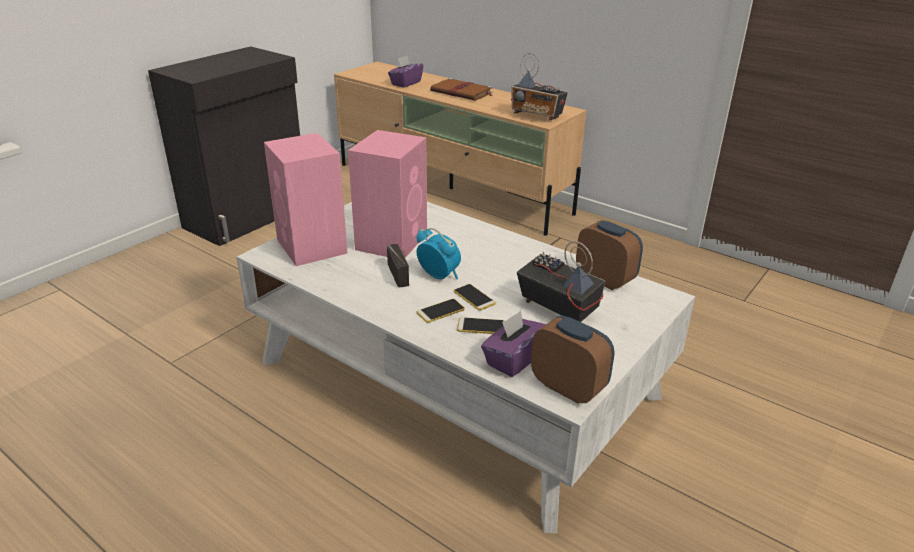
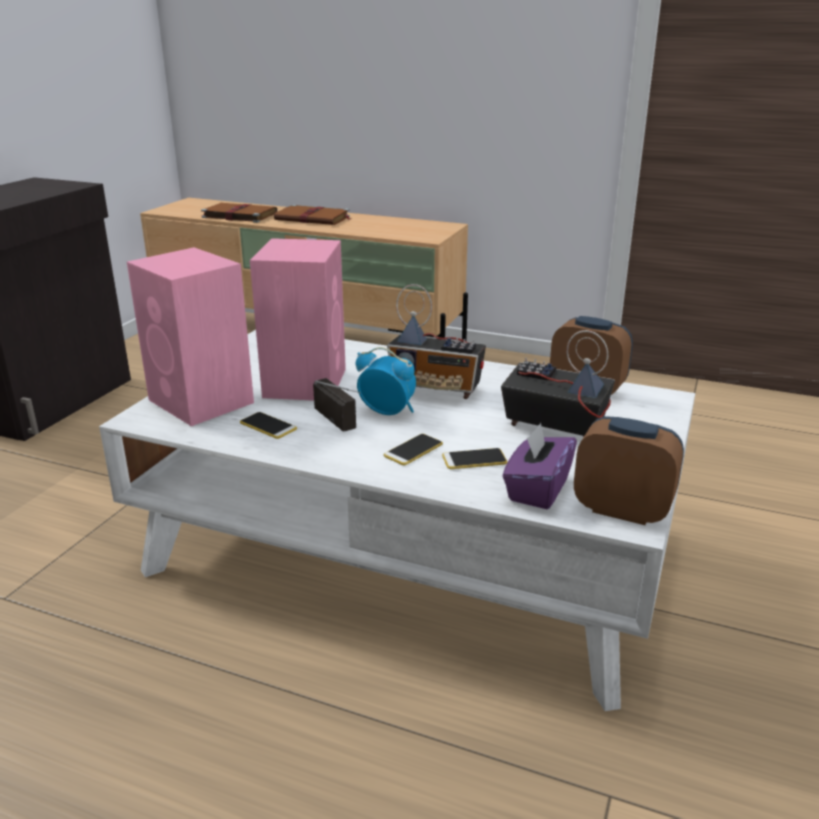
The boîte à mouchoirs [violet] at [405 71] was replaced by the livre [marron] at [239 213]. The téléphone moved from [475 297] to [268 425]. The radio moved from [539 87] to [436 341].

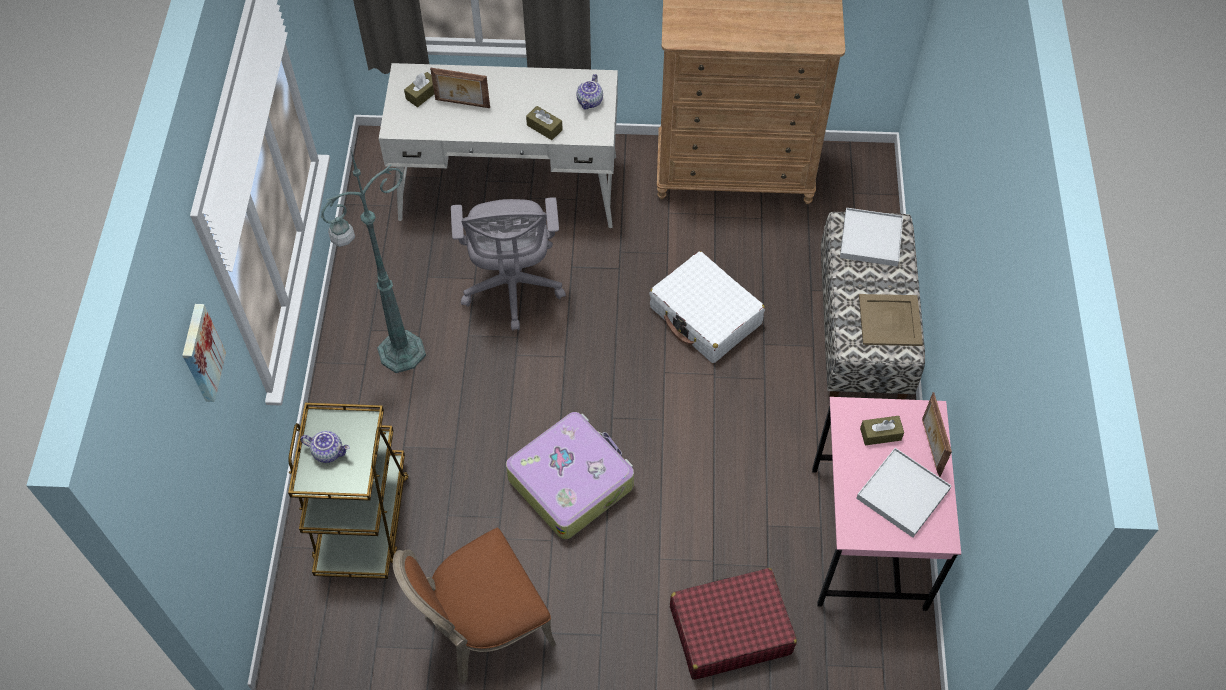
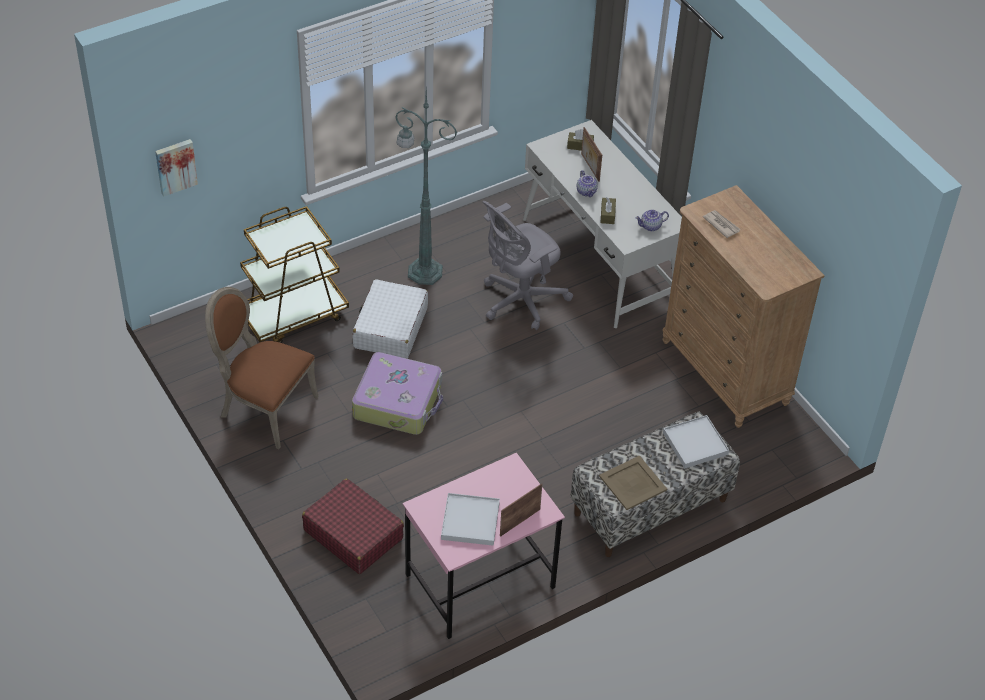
The tableau moved from [204 353] to [176 167]. The valise [blanc] moved from [707 307] to [390 318]. The théière moved from [325 447] to [587 183]. The journal at [722 224] appeared. The boîte à mouchoirs [marron] at [882 430] disappeared.

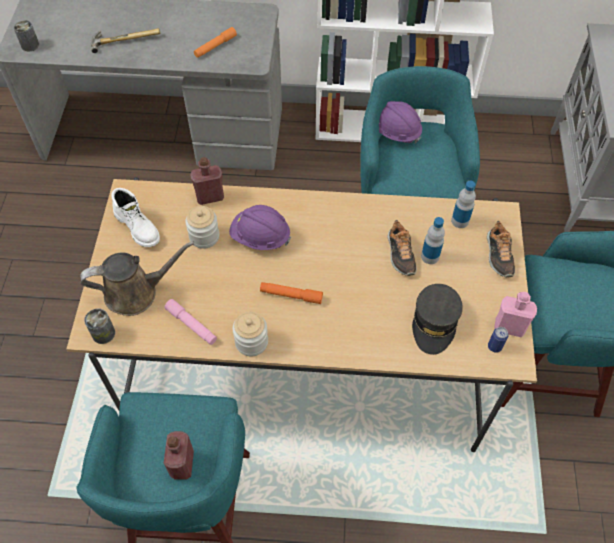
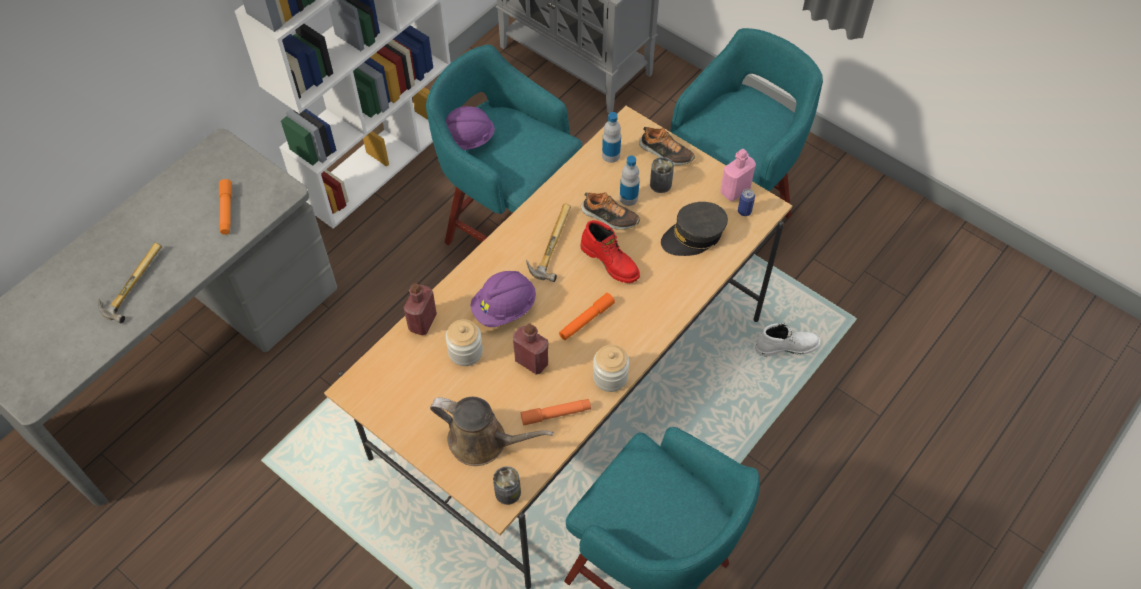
The arrosoir [marron] at [137 278] turned 90 degrees clockwise. The bouteille [rouge] moved from [179 455] to [530 349]. The lampe de poche [rose] at [190 322] became the lampe de poche [orange] at [556 412]. The marteau at [548 243] appeared. The botte [rouge] at [610 251] appeared. The boîte métallique moved from [26 35] to [662 175]. The casquette [gris] at [437 319] turned 105 degrees clockwise. The botte [blanc] moved from [135 217] to [787 339].

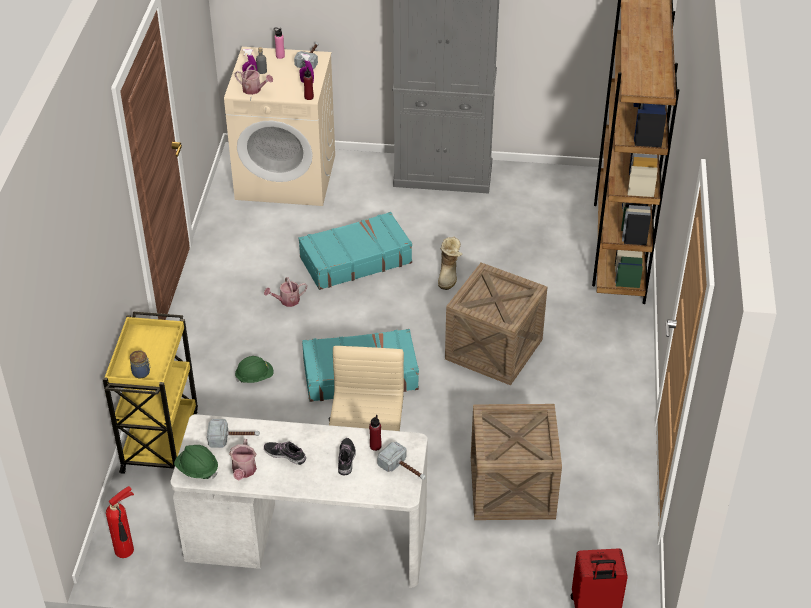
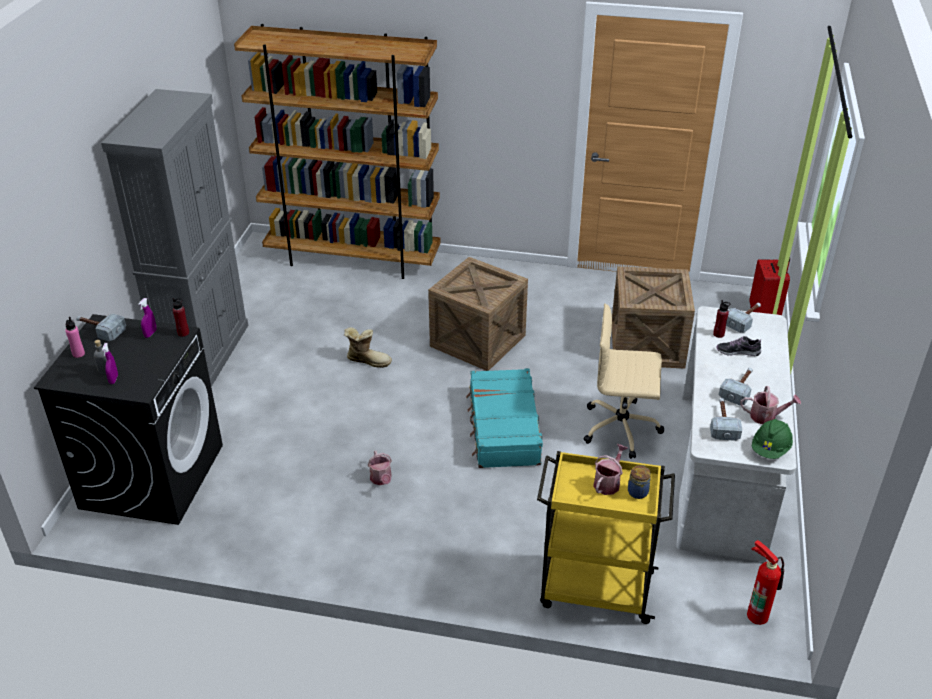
The lave-linge [beige] at [279 126] became the lave-linge [noir] at [128 419]. The arrosoir moved from [254 80] to [610 469]. The chaussure at [285 453] was replaced by the marteau at [736 386]. The casque de chantier [vert] at [254 369] disappeared. The valise [turquoise] at [355 251] disappeared.

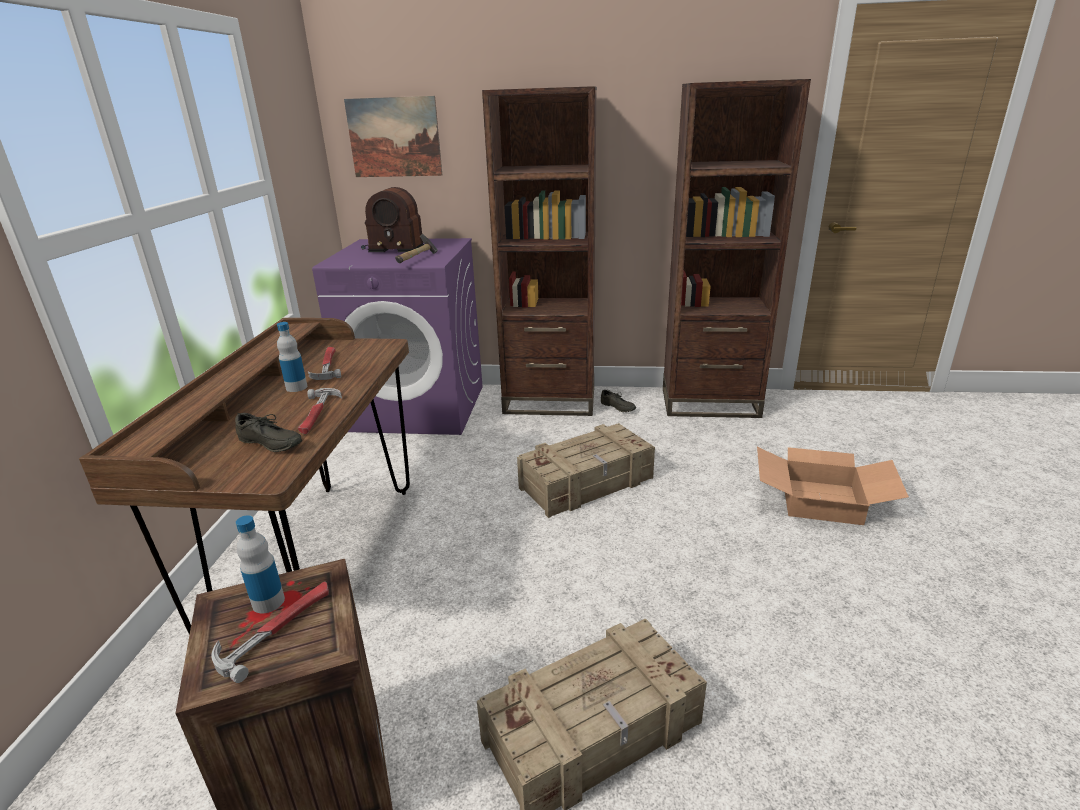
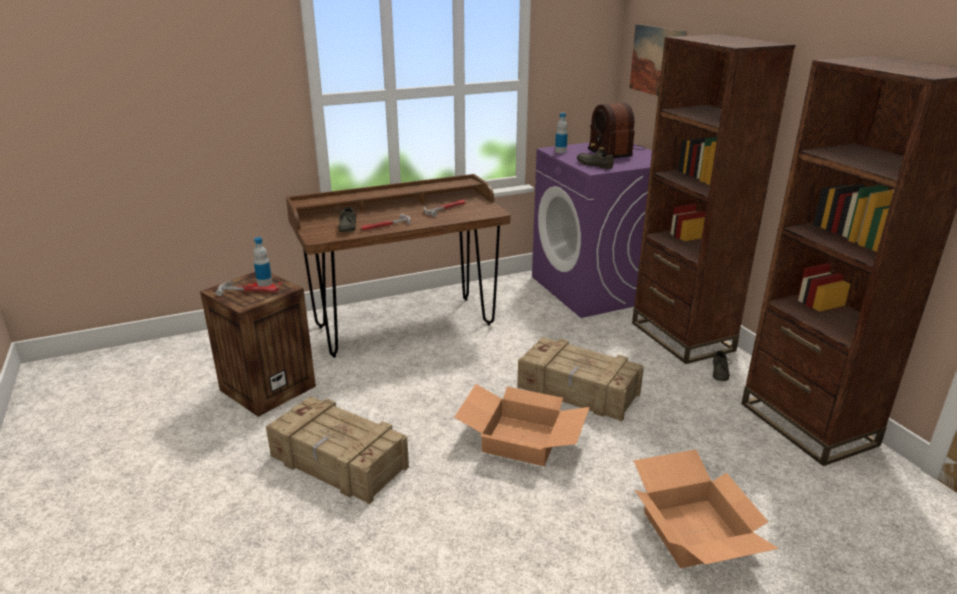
The carton at [522 425] appeared. The bouteille moved from [292 357] to [561 133]. The marteau at [416 248] was replaced by the chaussure [gris] at [595 157].

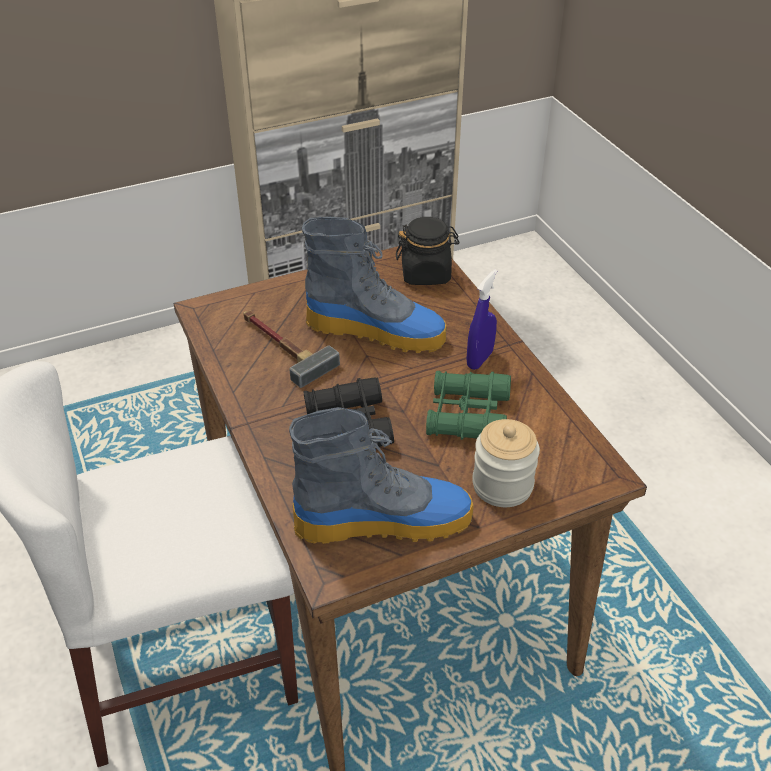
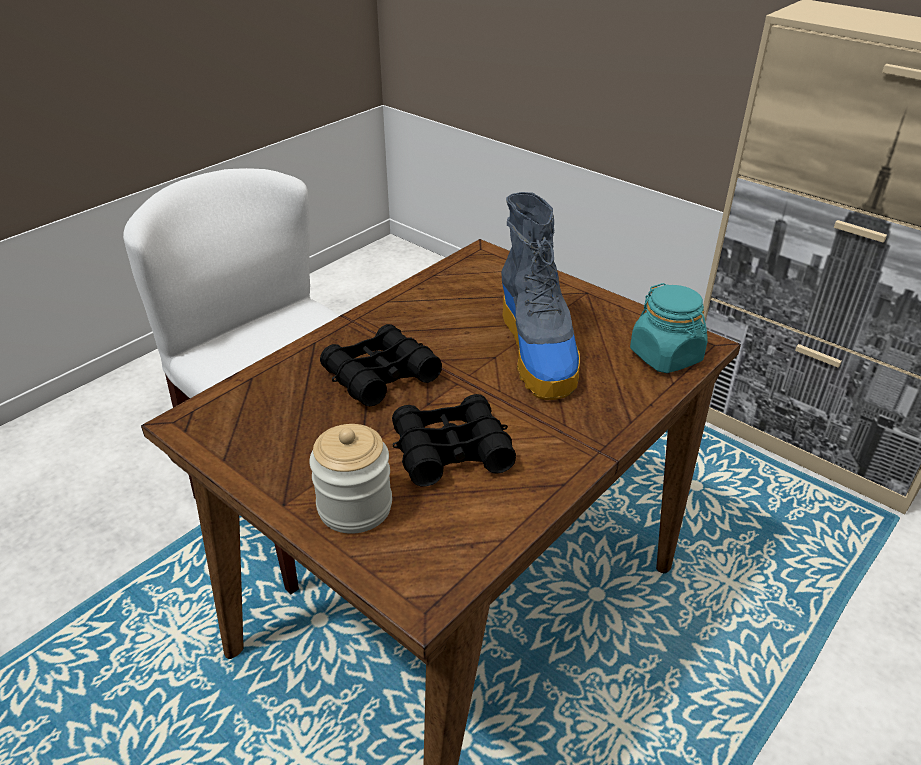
The jumelles [vert] at [468 405] became the jumelles [noir] at [454 440]. The bocal [noir] at [428 251] became the bocal [turquoise] at [669 328]. The marteau at [291 349] disappeared. The botte at [381 475] disappeared. The vaporisateur [bleu] at [481 319] disappeared.

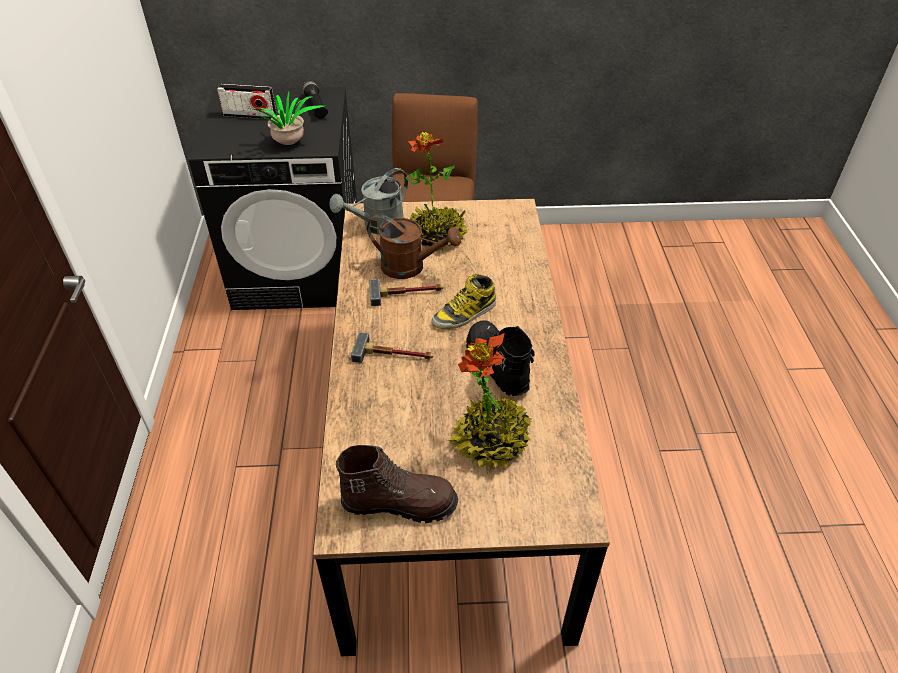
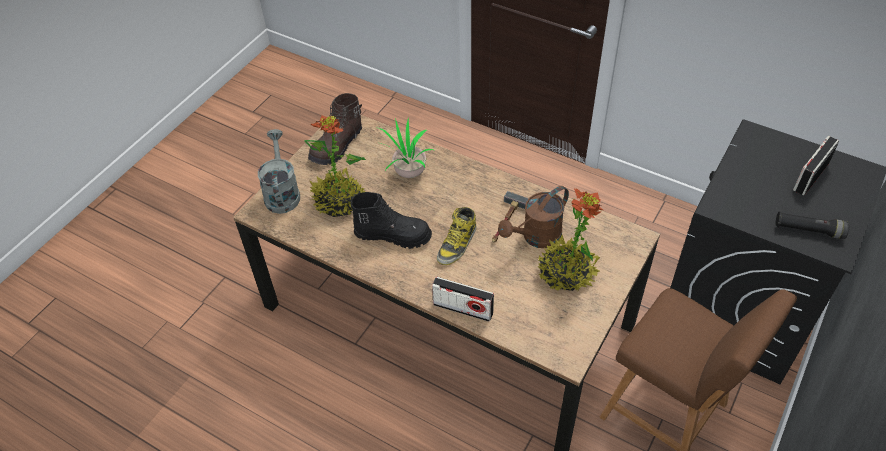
The arrosoir [gris] moved from [368 201] to [279 171]. The plante en pot moved from [286 118] to [406 147]. The radio at [463 299] appeared. The botte at [463 301] turned 150 degrees counterclockwise. The marteau at [392 347] disappeared.

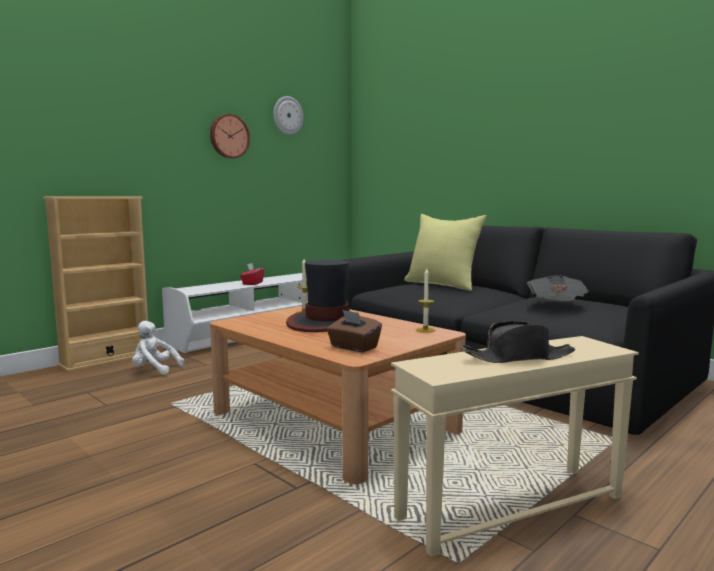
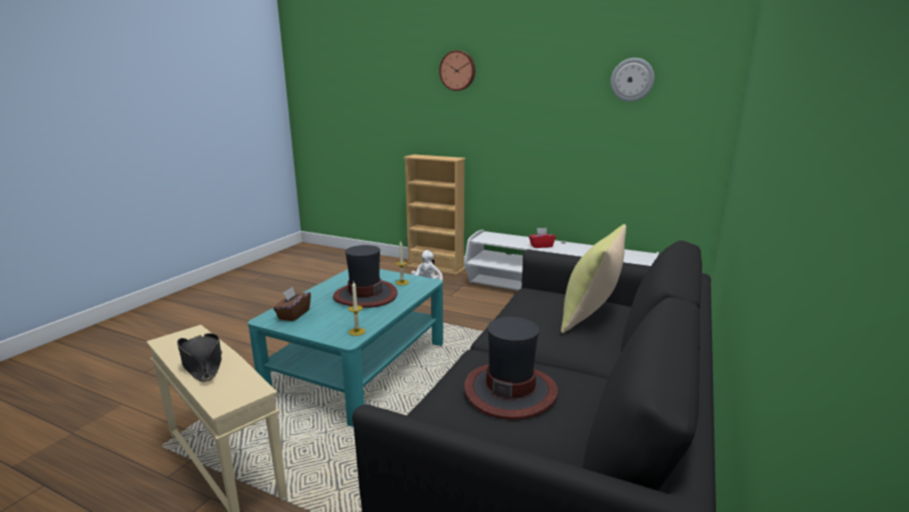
The table basse [marron] at [338 395] became the table basse [turquoise] at [345 348]. The horloge murale moved from [230 136] to [457 70]. The journal at [558 288] was replaced by the chapeau at [511 368].

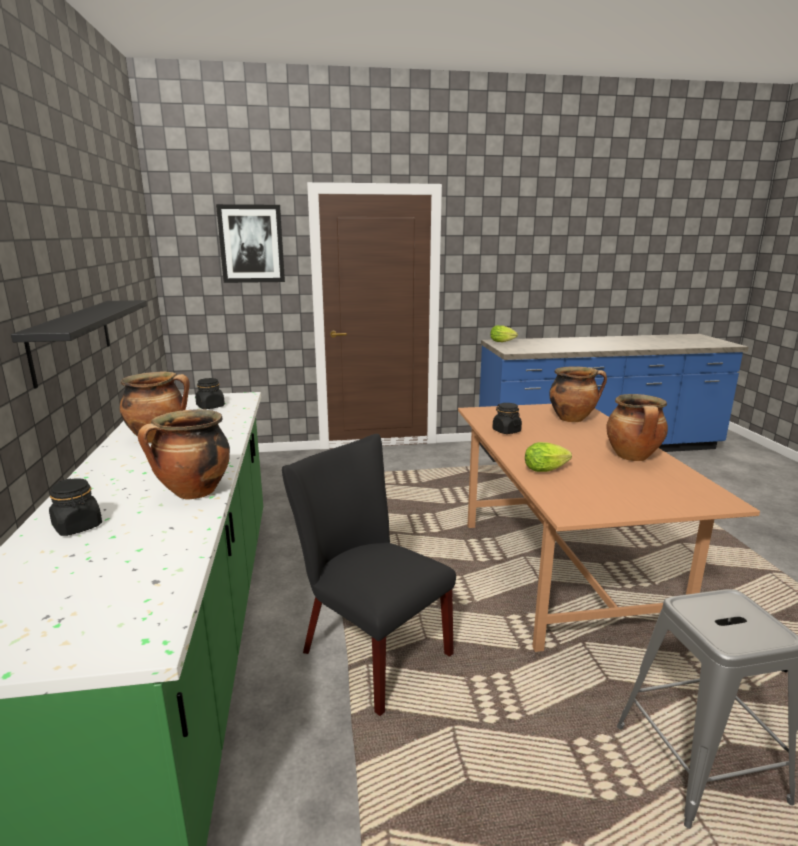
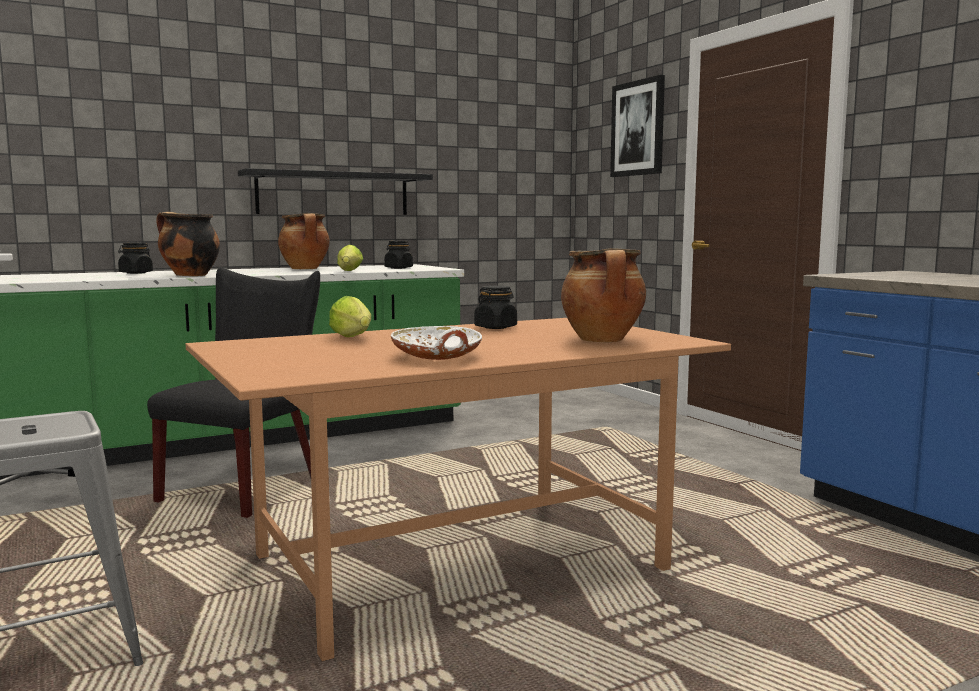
The laitue moved from [504 333] to [350 258]. The marmite at [637 427] was replaced by the bol [blanc] at [436 343].

